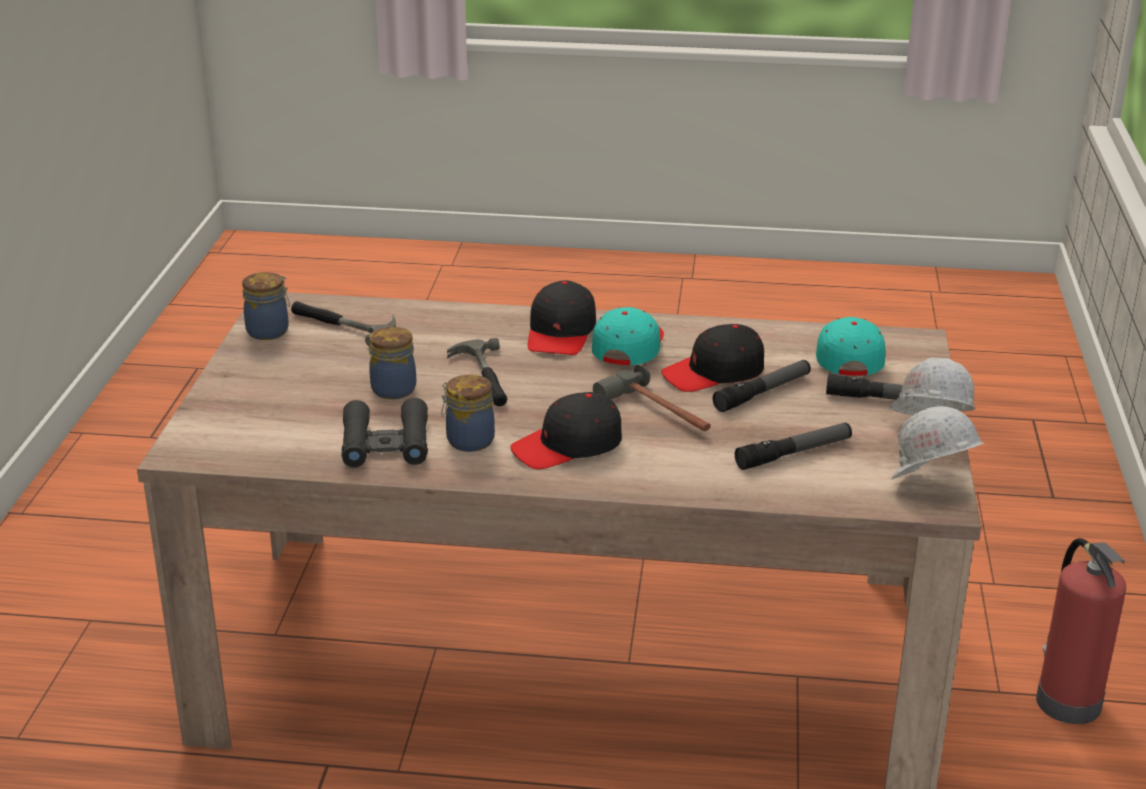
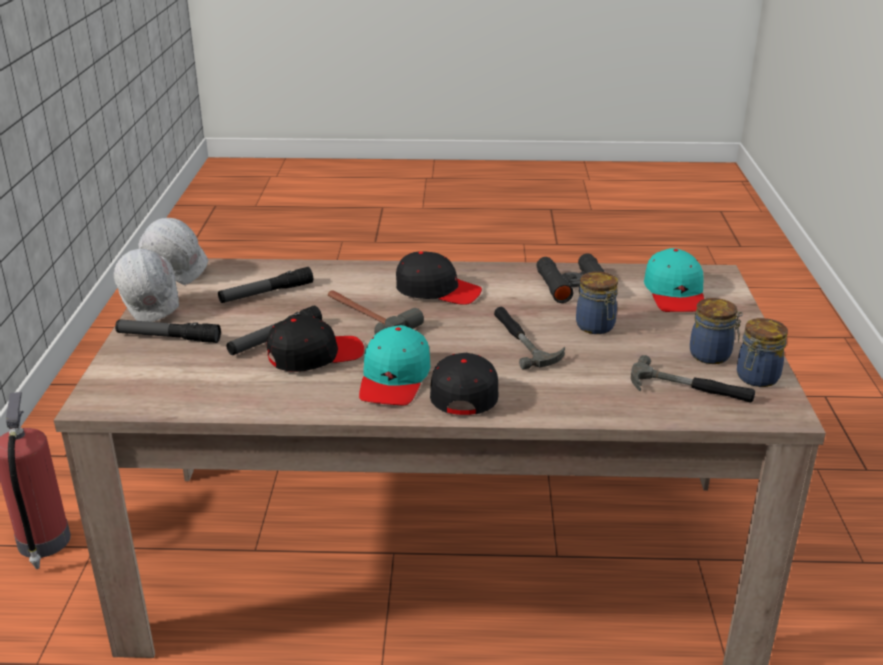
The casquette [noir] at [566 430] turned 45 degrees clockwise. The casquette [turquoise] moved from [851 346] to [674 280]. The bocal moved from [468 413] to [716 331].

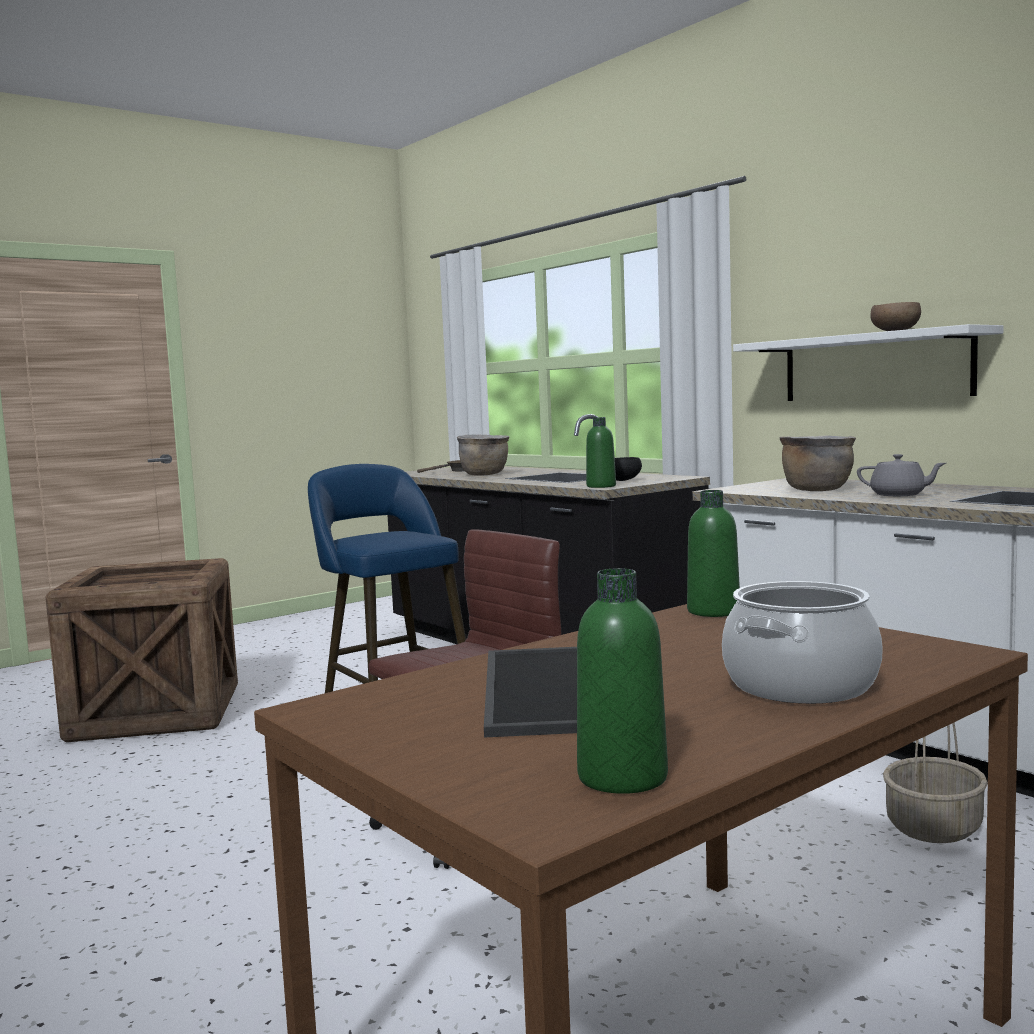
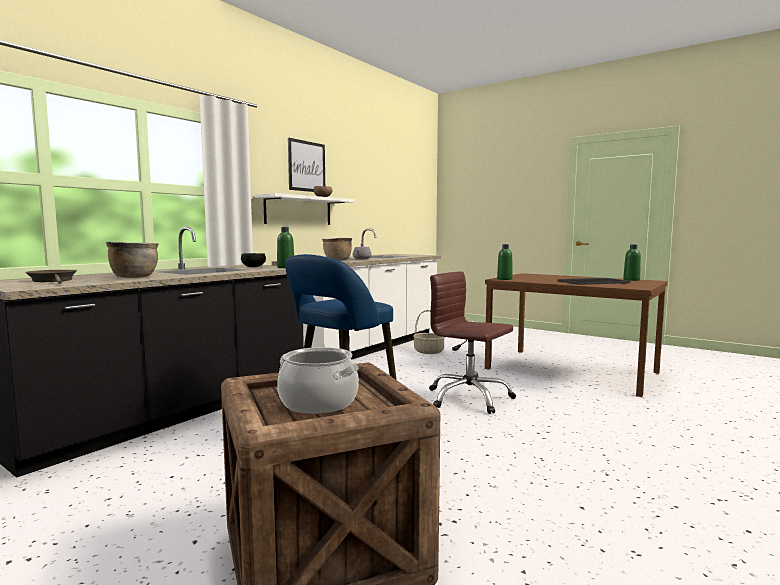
The marmite moved from [802 642] to [318 380]. The tableau at [306 165] appeared.

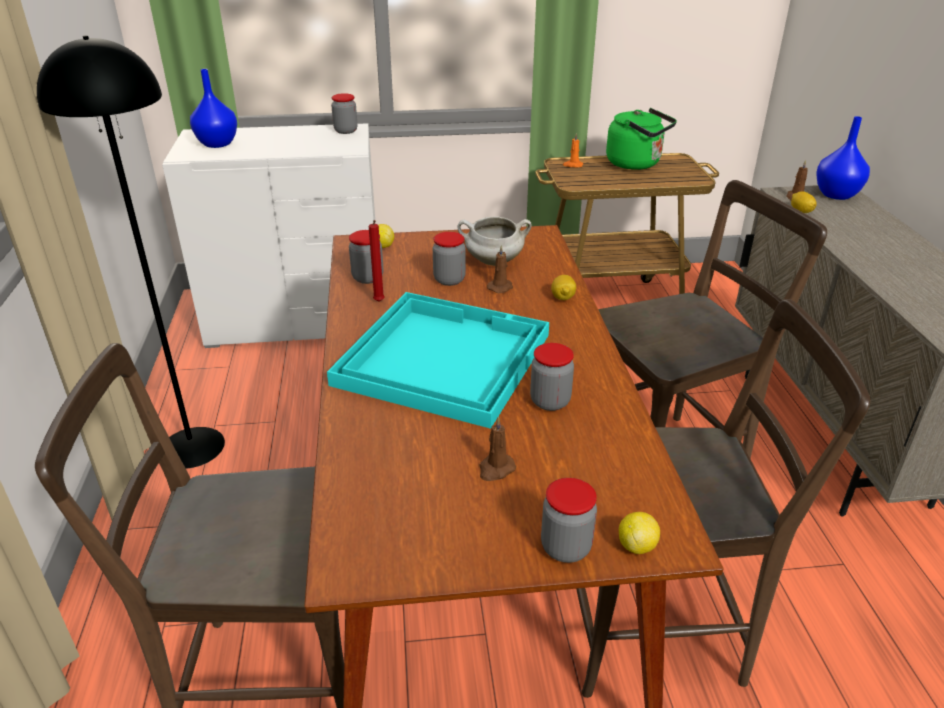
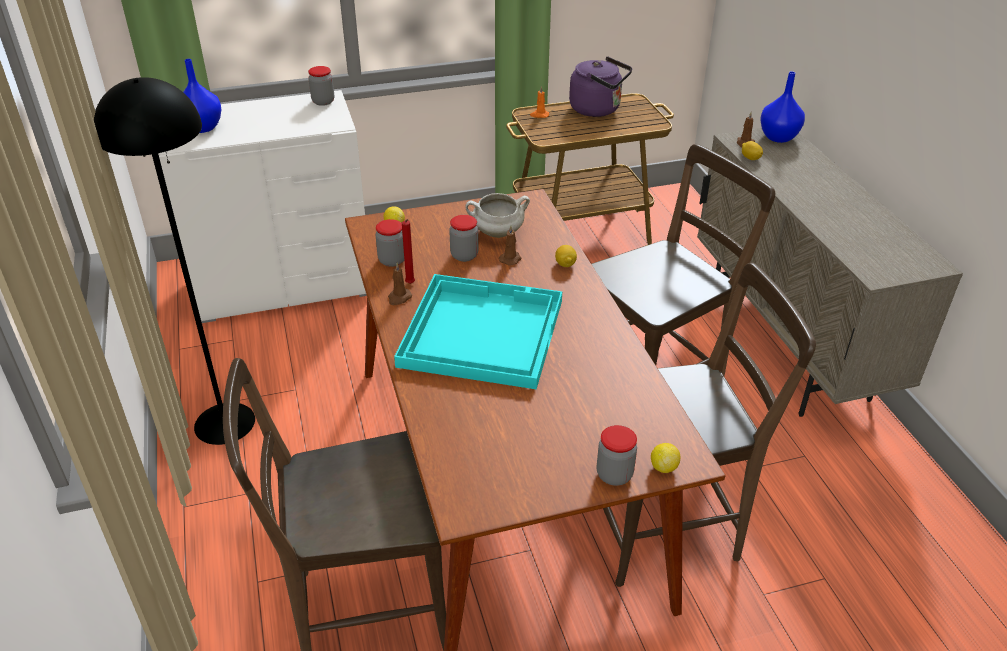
The bougie [marron] moved from [497 448] to [400 283]. The bouilloire [vert] at [641 139] became the bouilloire [violet] at [600 87]. The bocal at [552 377] disappeared.

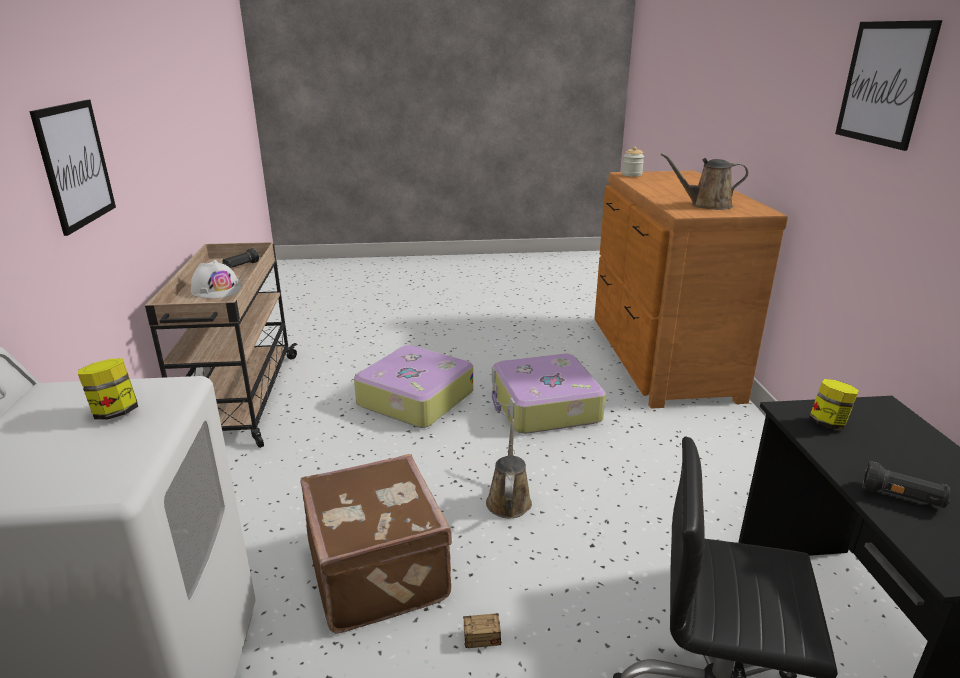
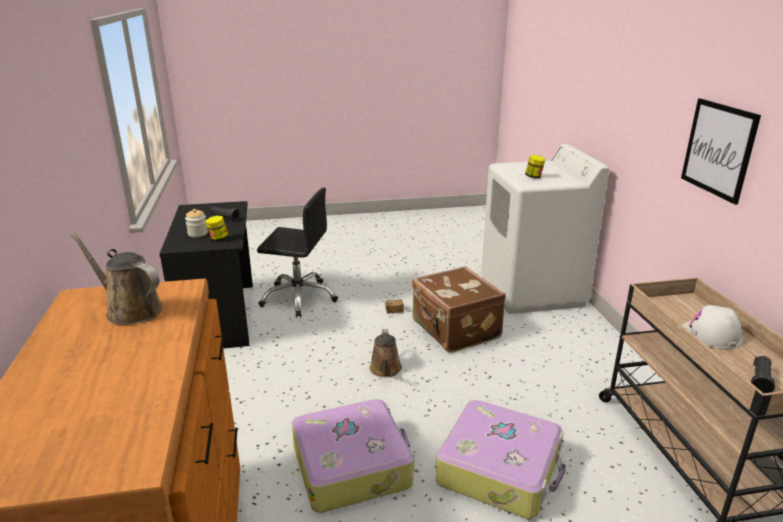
The arrosoir [marron] at [704 181] turned 150 degrees counterclockwise. The bocal moved from [633 161] to [196 223]. The tableau at [888 85] disappeared.

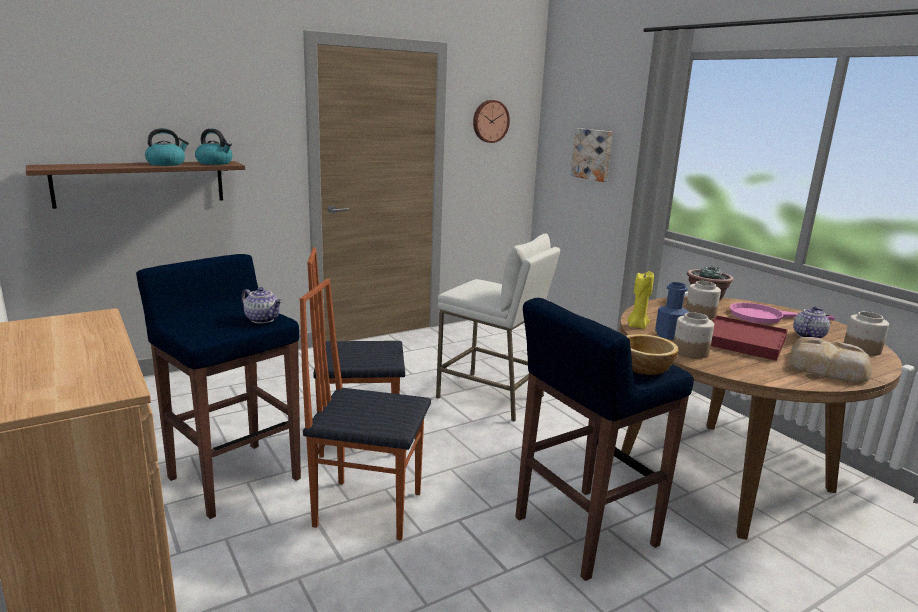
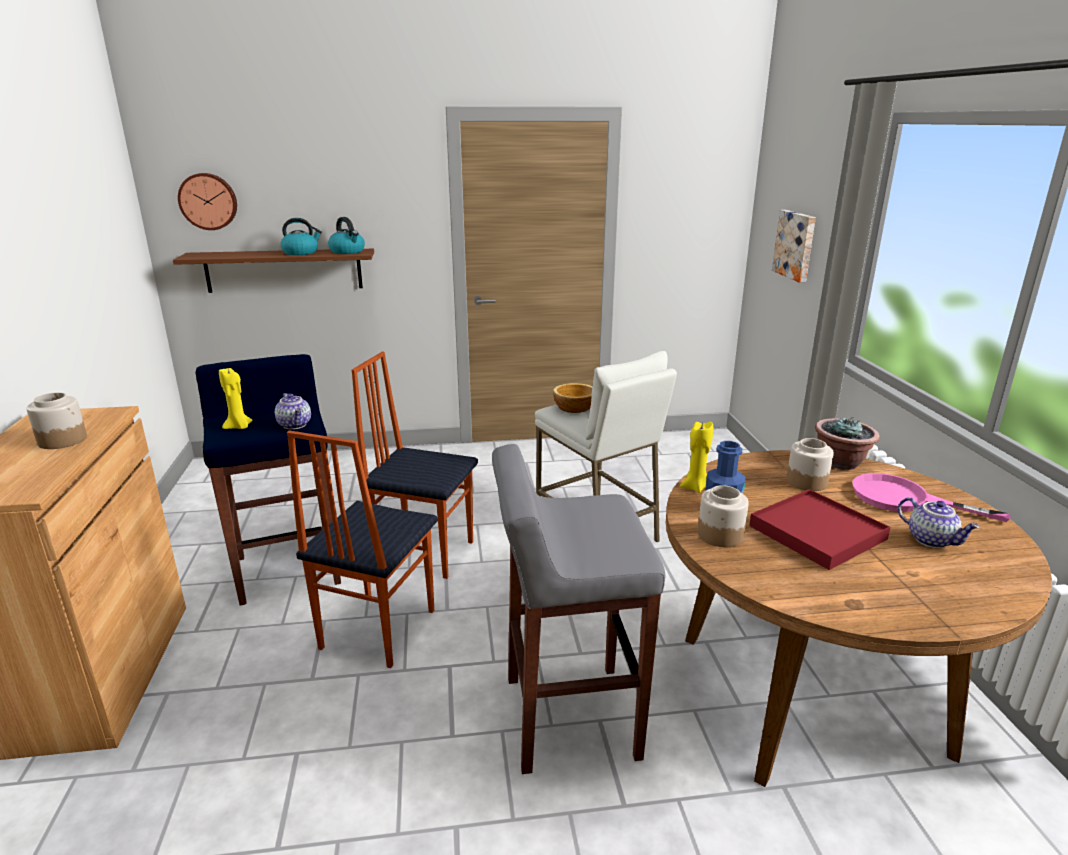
The bocal moved from [866 334] to [57 420]. The horloge murale moved from [491 121] to [207 201]. The bougie [jaune] at [236 398] appeared. The chaise at [365 410] turned 105 degrees counterclockwise. The tabouret [bleu] at [604 439] became the tabouret [gris] at [578 609]. The bol moved from [652 354] to [572 398]. The théière at [811 322] turned 75 degrees clockwise. The pain at [831 359] disappeared.

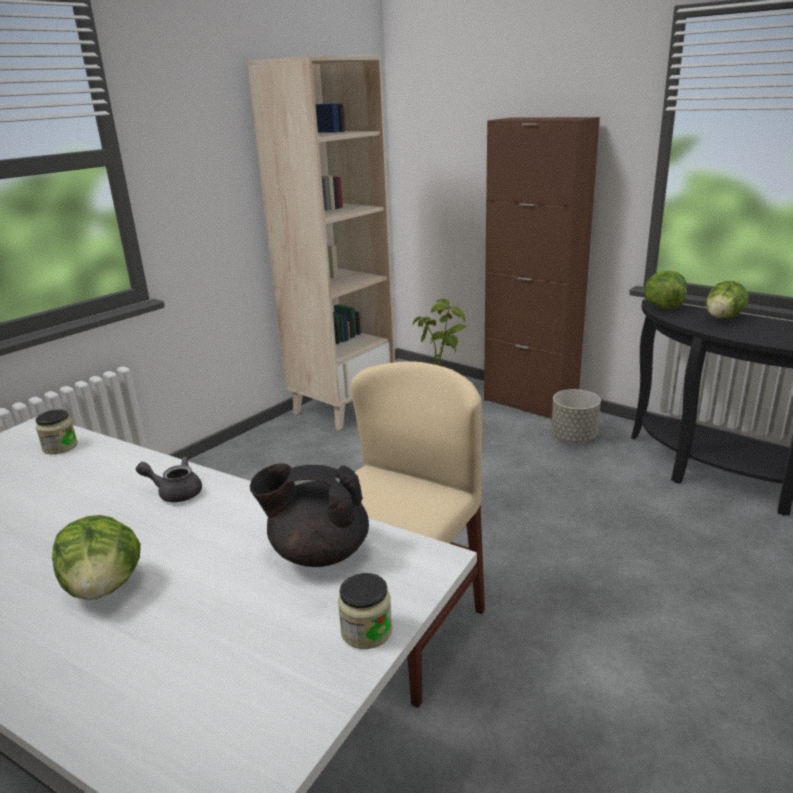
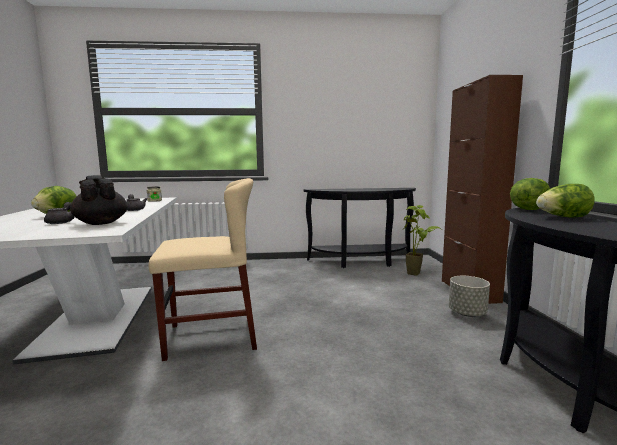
The théière [gris] at [59 213] appeared. The bibliothèque [beige] at [321 243] was replaced by the table console [noir] at [359 228]. The bocal at [365 611] disappeared.

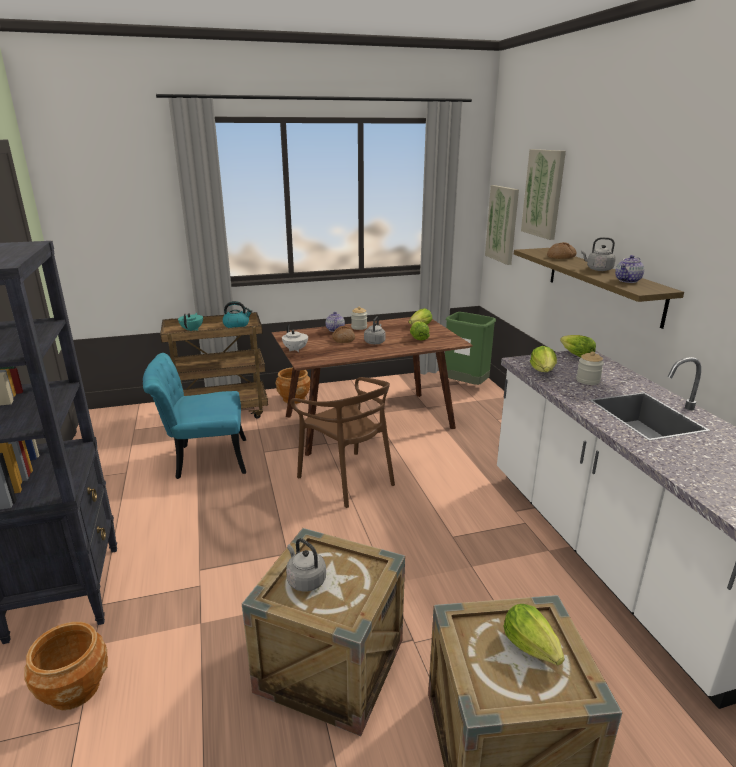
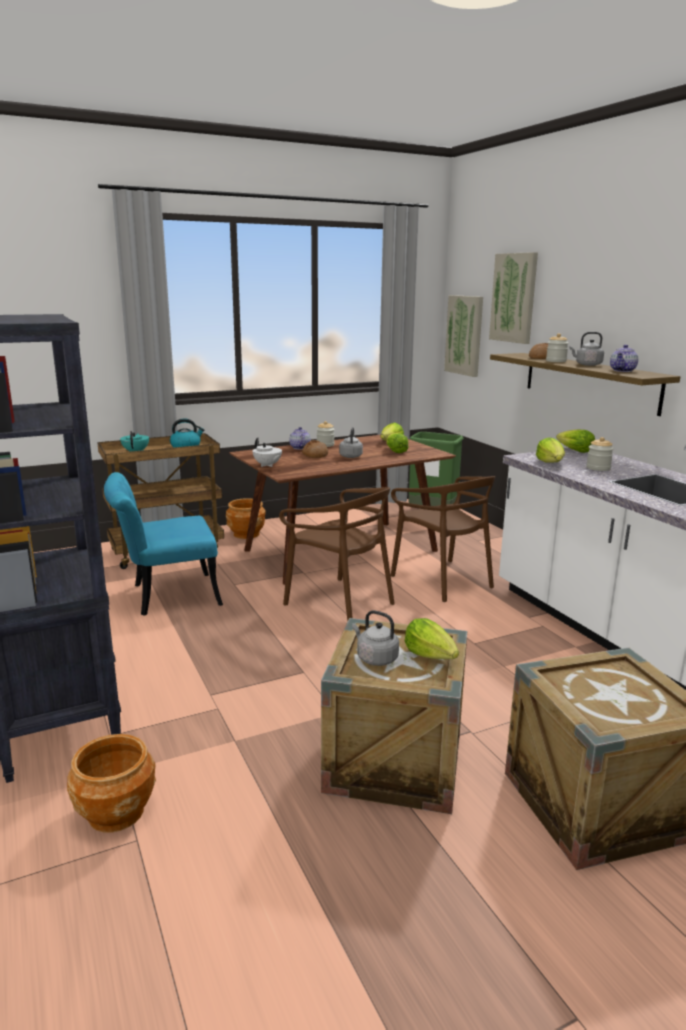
The chaise [marron] at [443 539] appeared. The laitue moved from [534 634] to [432 638]. The bocal at [557 347] appeared.

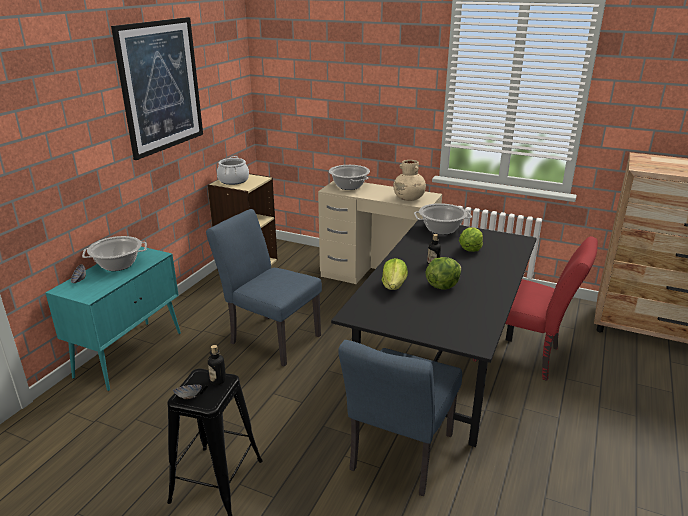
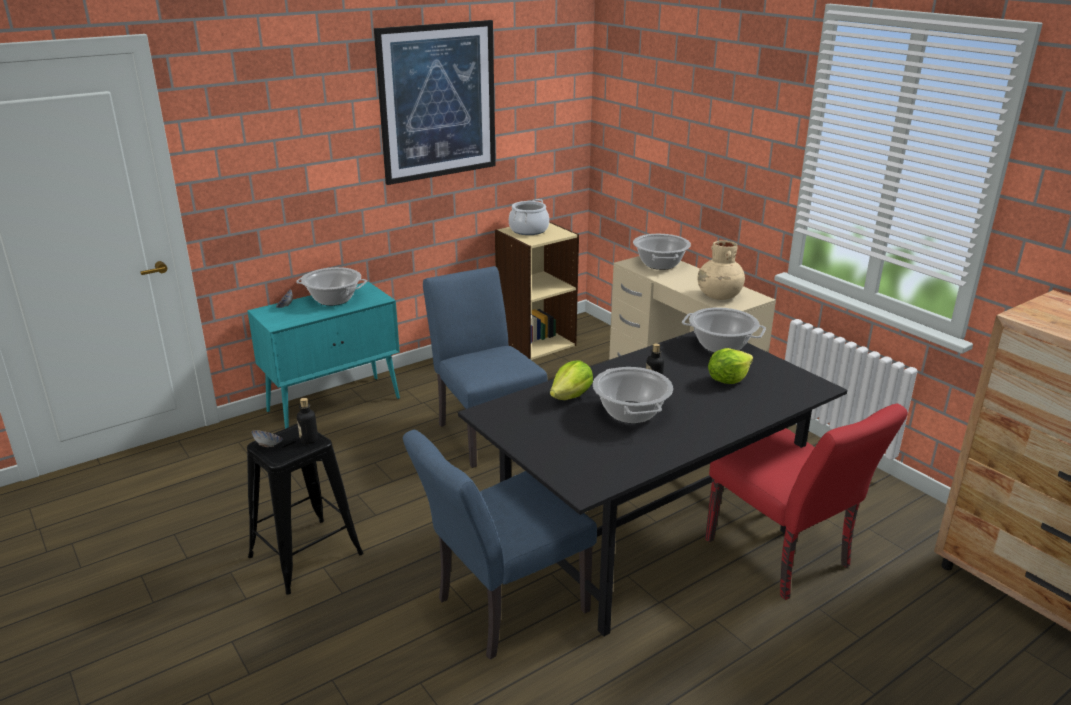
The laitue at [443 273] was replaced by the marmite at [633 395].

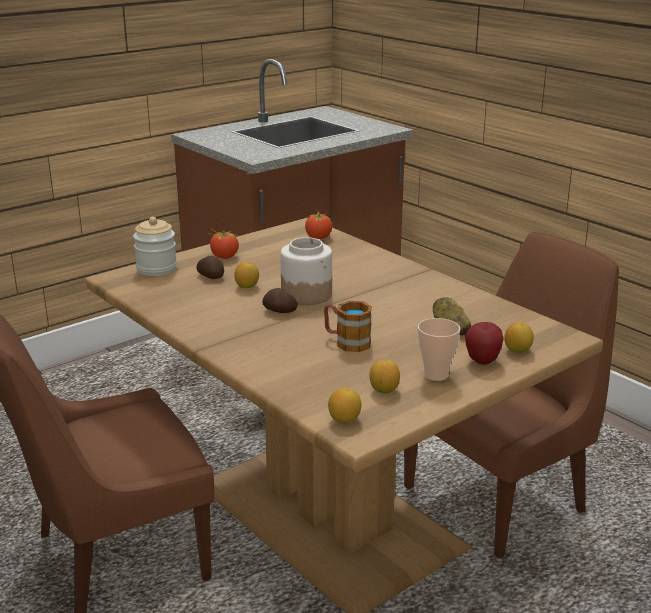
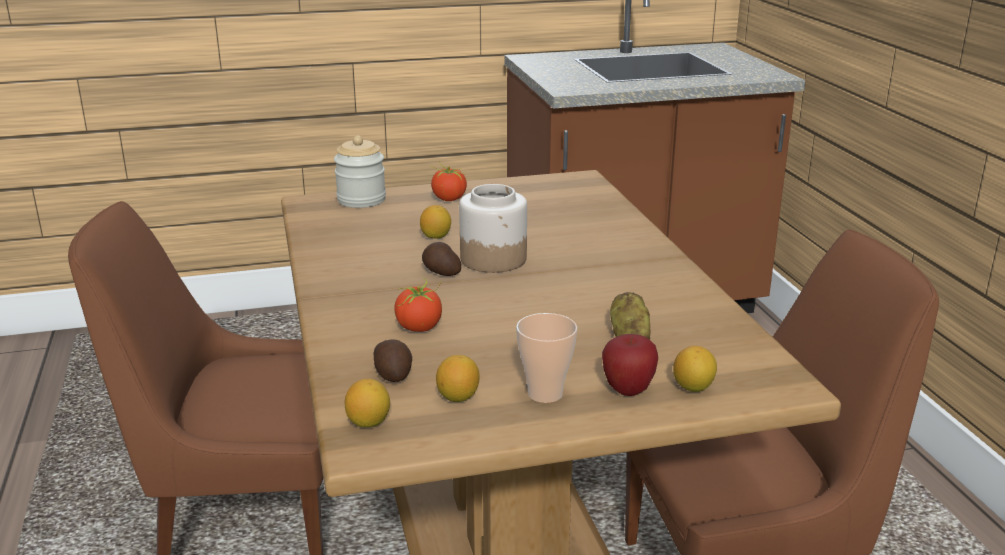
The pomme de terre moved from [210 267] to [393 360]. The tomate moved from [318 224] to [418 305]. The mug at [348 326] disappeared.

